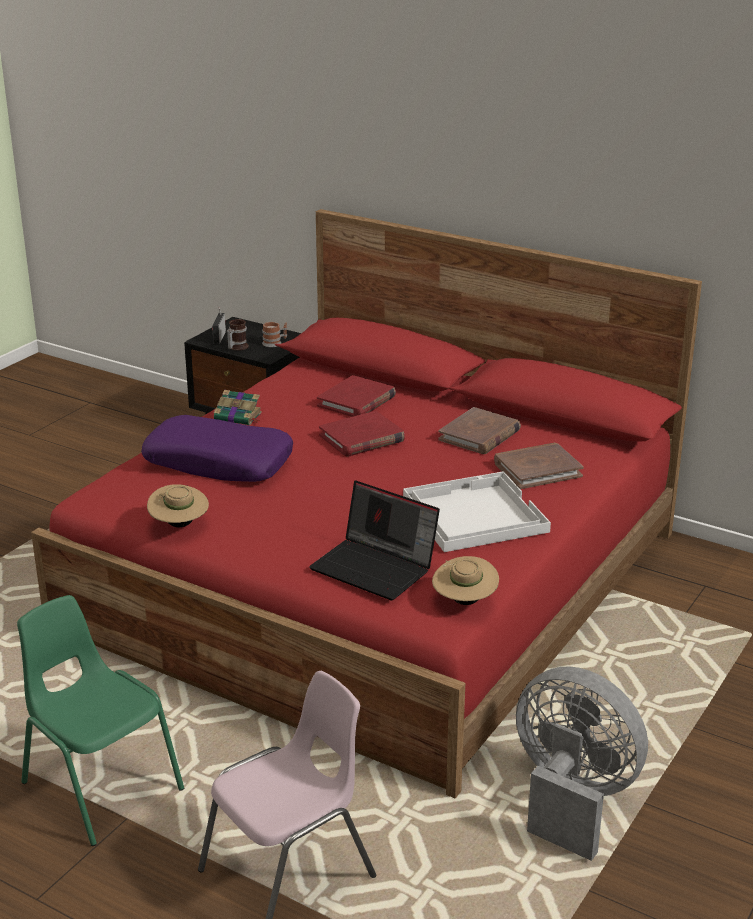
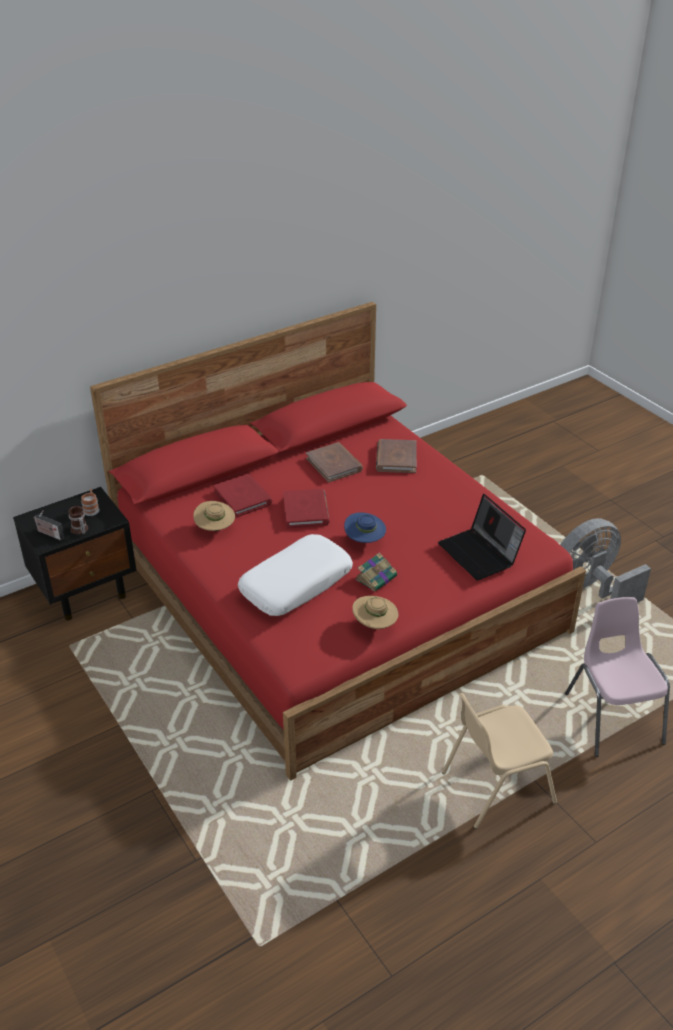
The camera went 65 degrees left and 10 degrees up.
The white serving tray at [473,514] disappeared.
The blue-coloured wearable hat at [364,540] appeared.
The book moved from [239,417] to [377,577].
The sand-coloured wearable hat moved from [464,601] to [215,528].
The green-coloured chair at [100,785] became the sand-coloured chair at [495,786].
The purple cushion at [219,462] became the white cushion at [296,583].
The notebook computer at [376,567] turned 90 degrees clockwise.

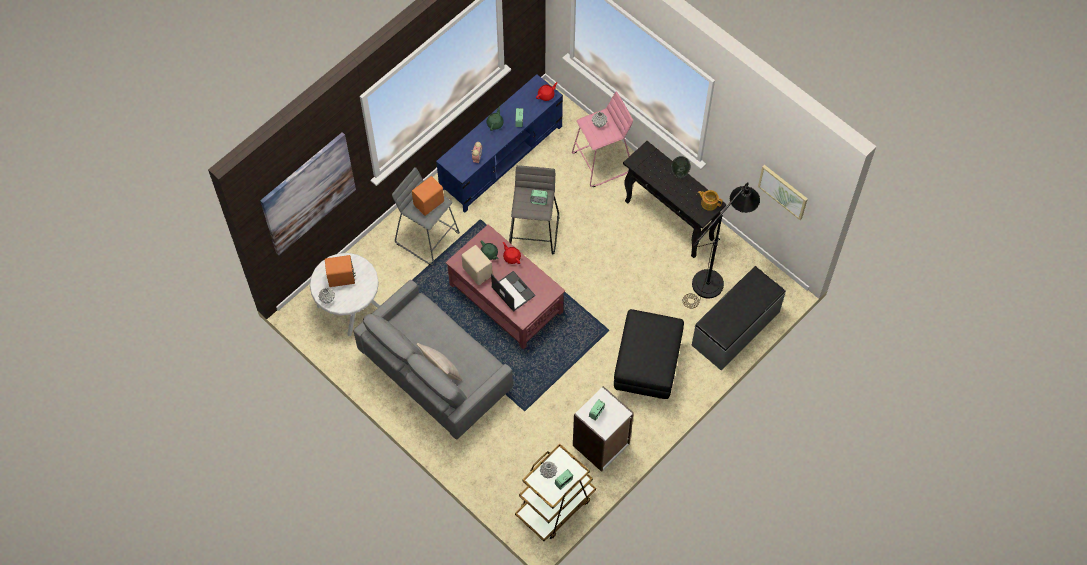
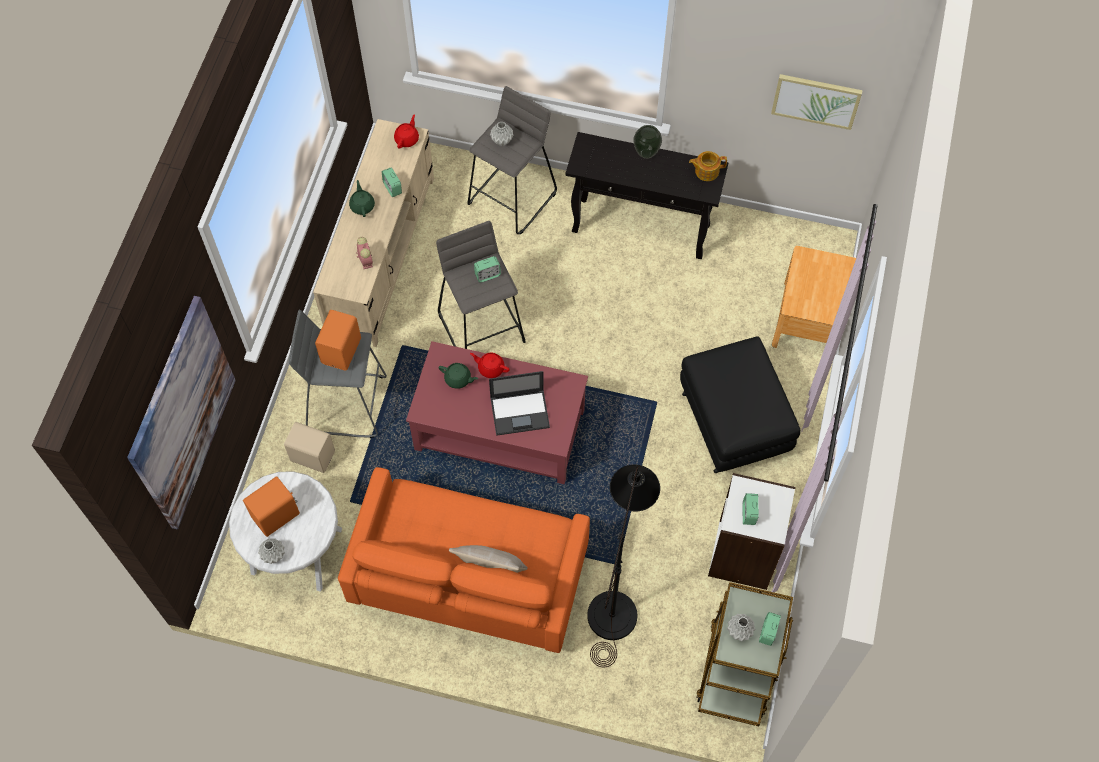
The camera went 30 degrees left and 0 degrees up.
The sand-coloured speaker moved from [477,271] to [312,455].
The black floor lamp moved from [714,278] to [615,602].
The gray long seat at [736,329] was replaced by the brown bedside table at [808,319].
The gray sofa at [435,373] became the orange-coloured sofa at [468,577].
The blue-coloured media console at [502,158] became the sand-coloured media console at [381,254].
The pinkish sitting stool at [602,162] became the gray sitting stool at [512,198].
The notebook computer at [512,291] turned 150 degrees clockwise.

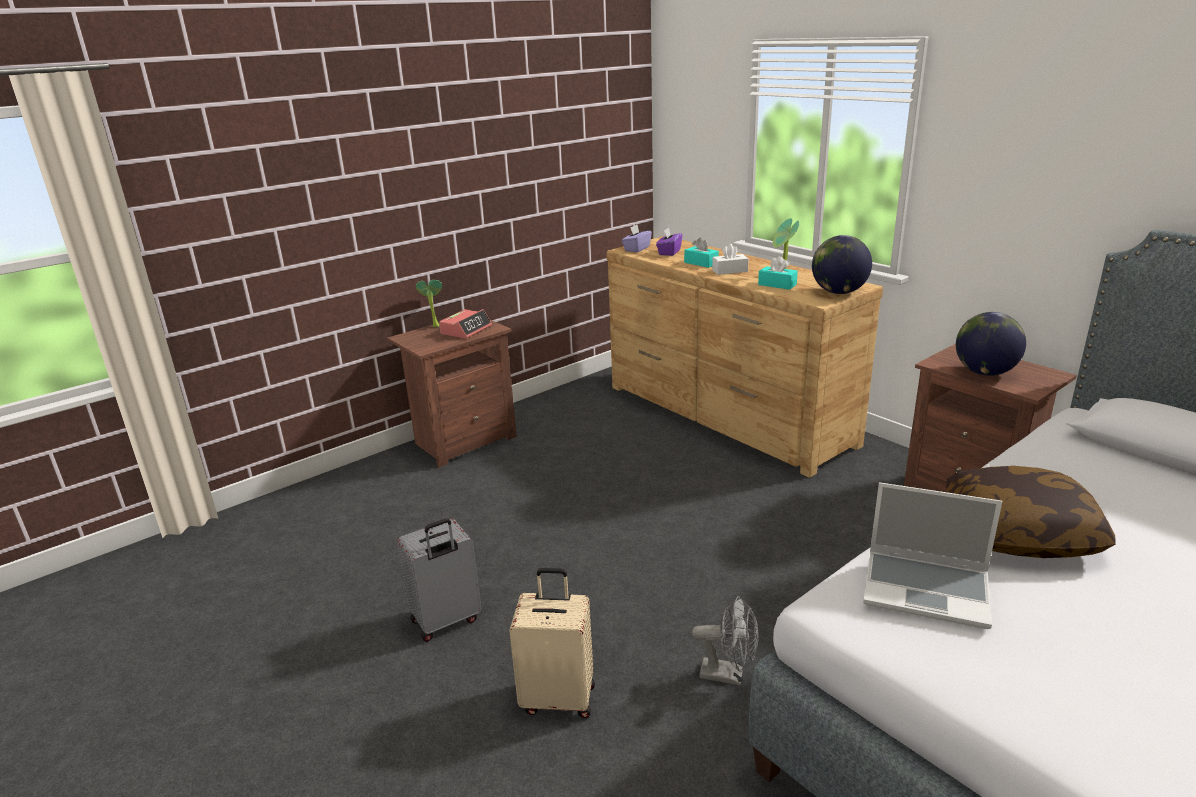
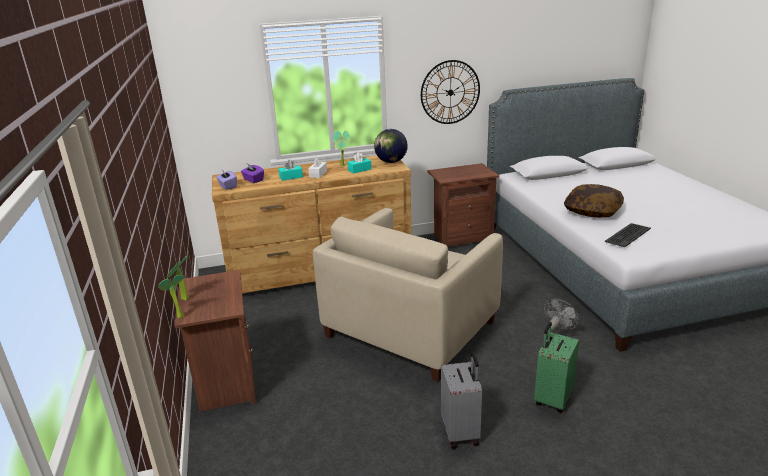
The camera went 65 degrees left and 0 degrees up.
The alarm clock at [466,330] disappeared.
The globe at [984,373] disappeared.
The plant in a pot at [178,316] appeared.
The sand-coloured lounge chair at [410,329] appeared.
The clock on the wall at [450,92] appeared.
The notebook computer at [927,589] was replaced by the keyboard at [627,235].
The sand-coloured travel case at [559,698] became the green-coloured travel case at [552,399].

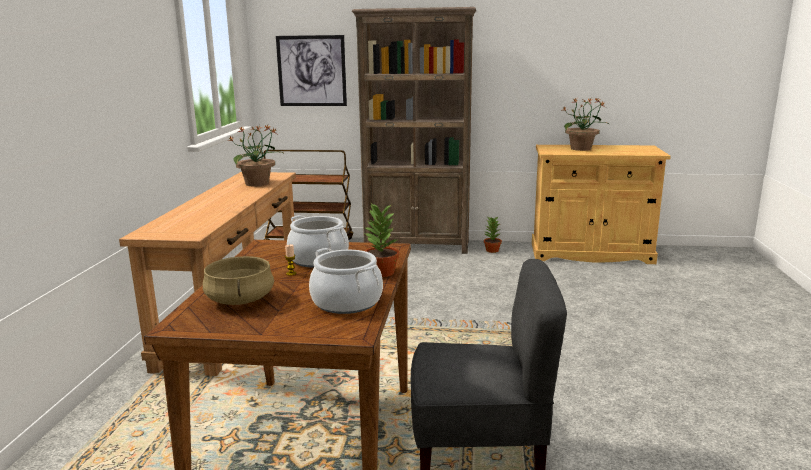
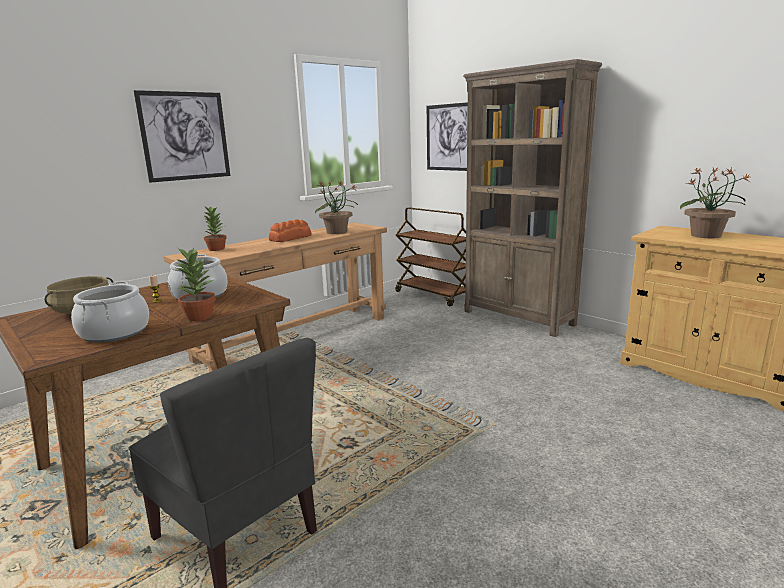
The camera went 40 degrees right and 0 degrees up.
The wall picture at [185,136] appeared.
The bakery bread at [291,238] appeared.
The plant in a pot moved from [491,250] to [216,249].

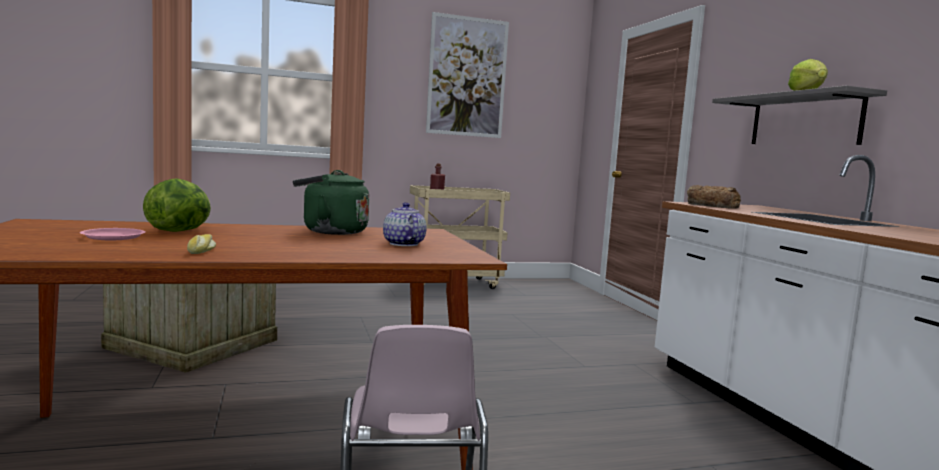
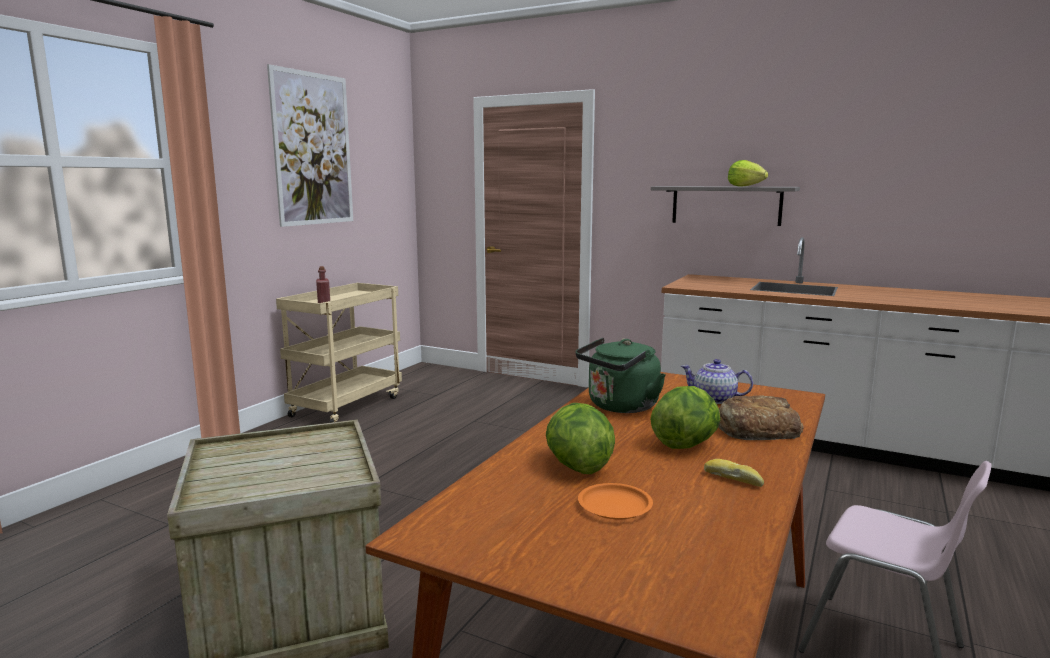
The camera went 45 degrees left and 5 degrees up.
The head of lettuce at [685,444] appeared.
The bakery bread moved from [712,205] to [755,429].
The pinkish plate at [113,237] became the orange-coloured plate at [614,506].

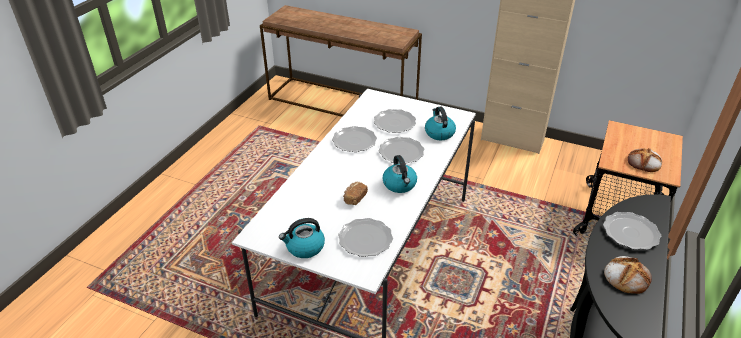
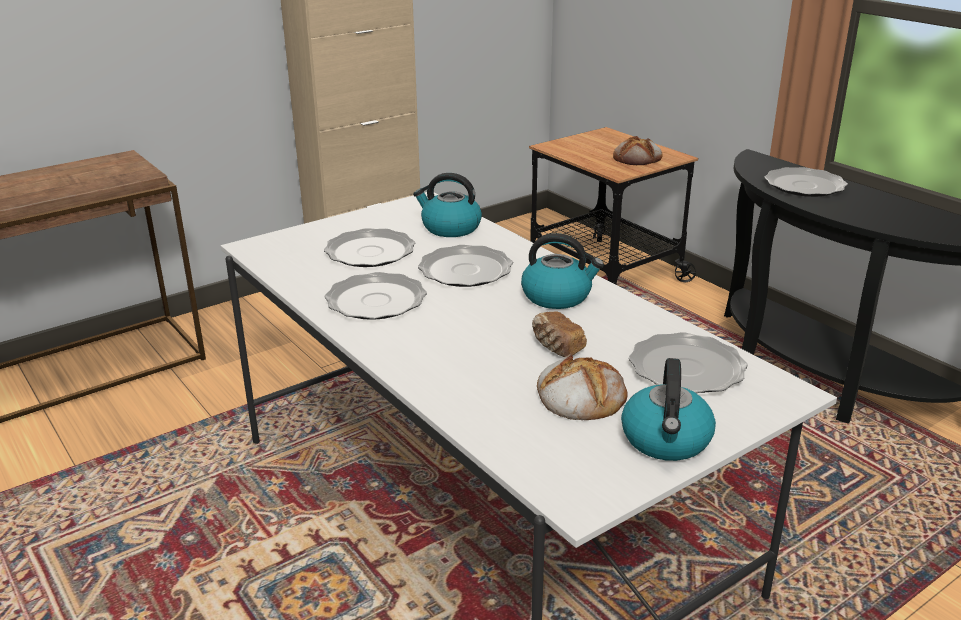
The camera went 60 degrees left and 10 degrees down.
The bakery bread moved from [626,276] to [580,395].

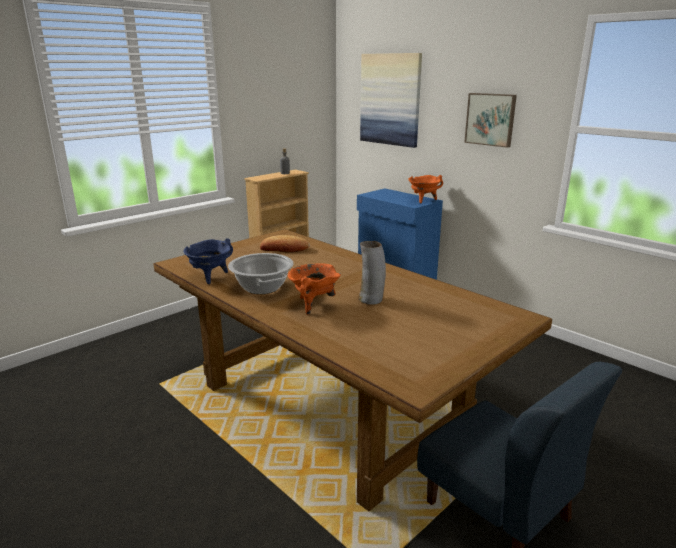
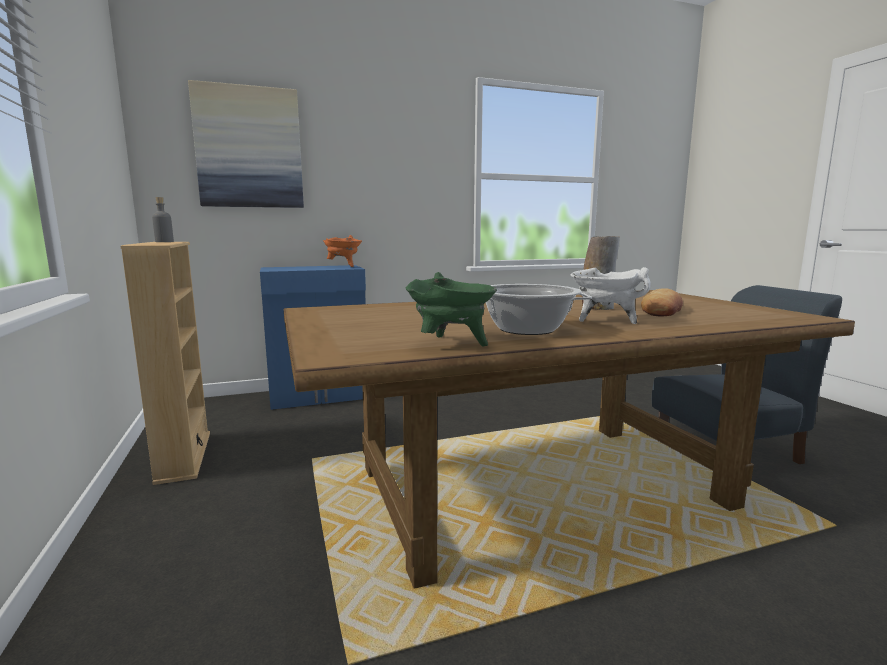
The camera went 65 degrees left and 10 degrees down.
The wall picture at [490,119] disappeared.
The bakery bread moved from [284,249] to [662,310].
The blue-coloured stockpot at [210,277] became the green-coloured stockpot at [451,344].
The orange-coloured stockpot at [313,305] became the white stockpot at [605,320].

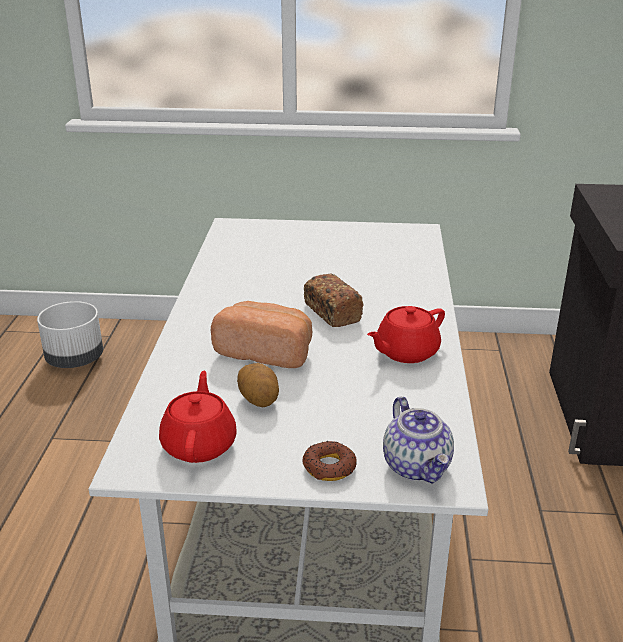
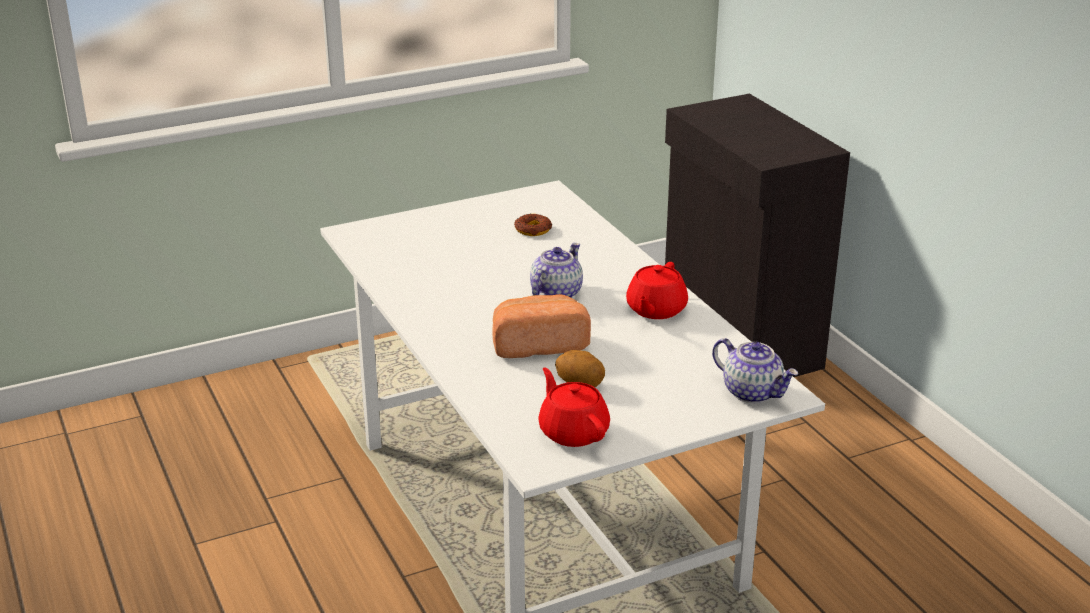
The camera went 30 degrees left and 0 degrees up.
The white flower pot at [75,360] disappeared.
The ring doughnut moved from [329,467] to [533,229].
The bakery bread at [332,312] was replaced by the tea pot at [555,293].

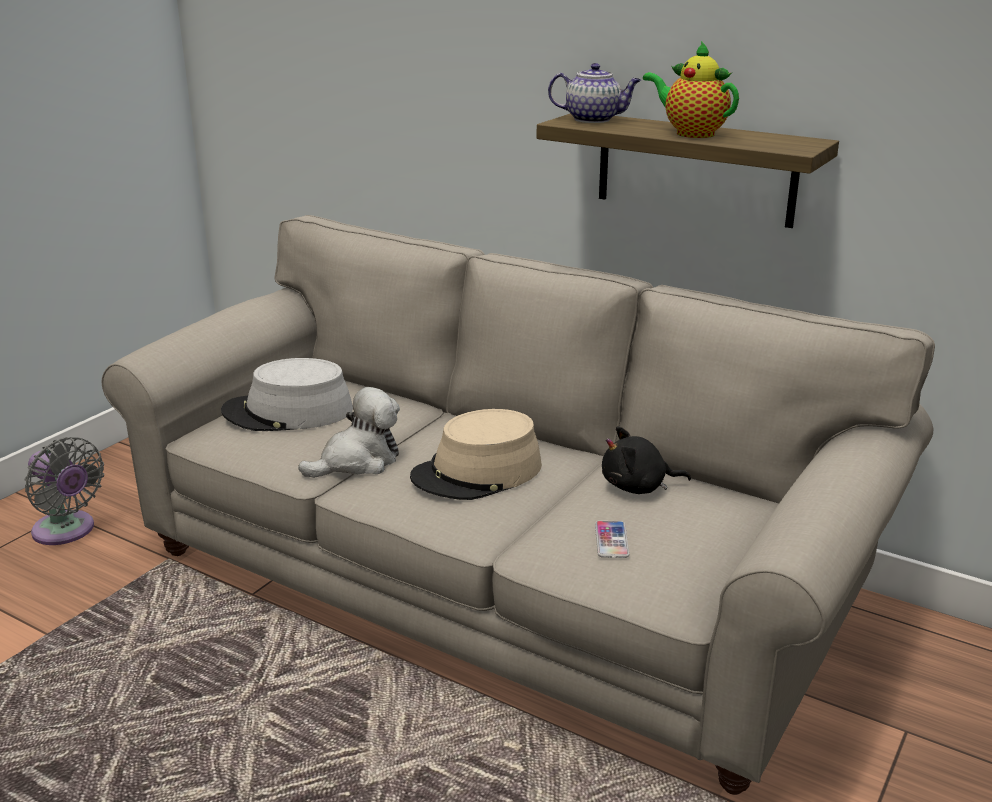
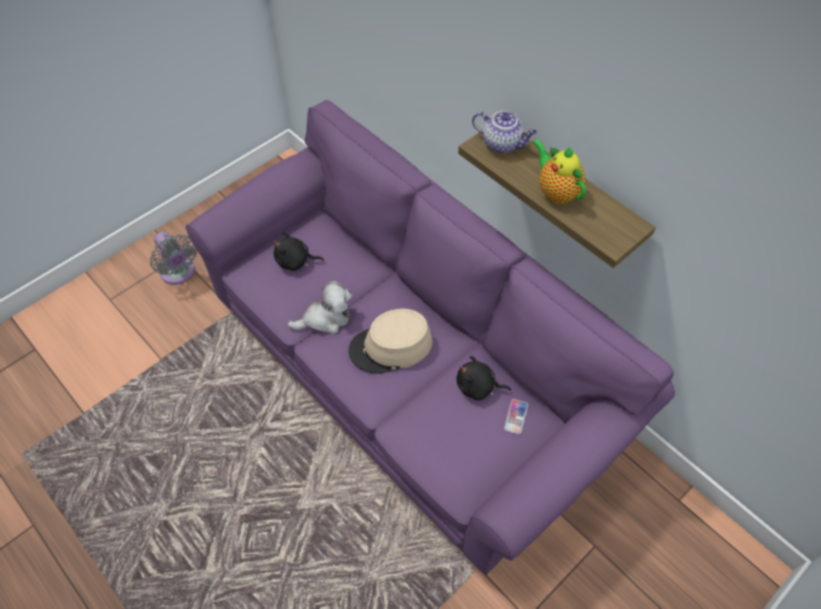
The camera went 15 degrees right and 30 degrees up.
The telephone moved from [611,540] to [516,417].
The gray wearable hat at [288,412] was replaced by the black cuddly toy at [295,261].
The sand-coloured sofa at [496,579] became the purple sofa at [410,371].

